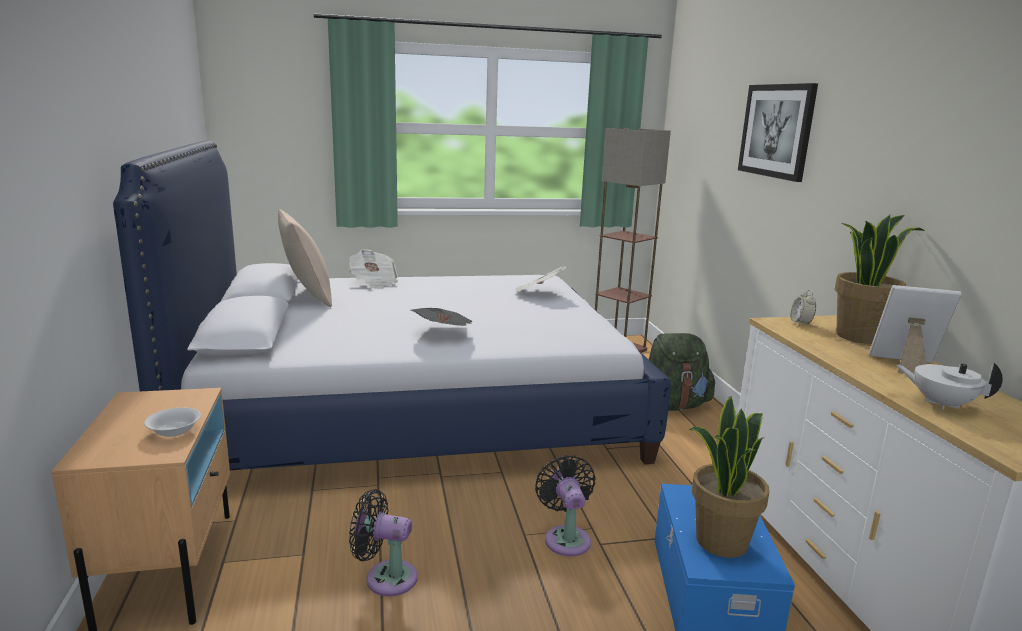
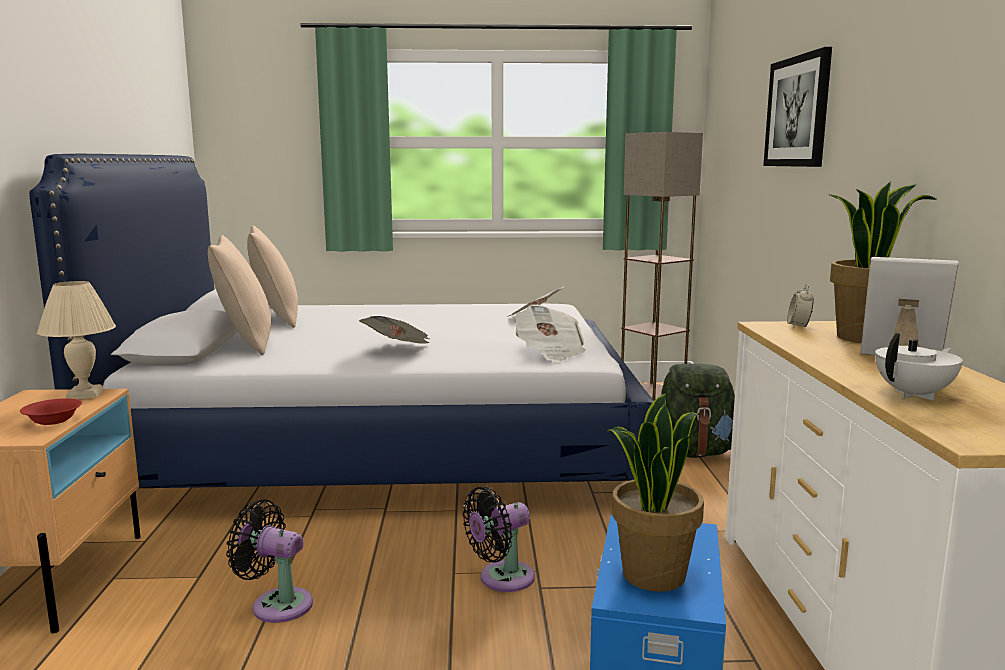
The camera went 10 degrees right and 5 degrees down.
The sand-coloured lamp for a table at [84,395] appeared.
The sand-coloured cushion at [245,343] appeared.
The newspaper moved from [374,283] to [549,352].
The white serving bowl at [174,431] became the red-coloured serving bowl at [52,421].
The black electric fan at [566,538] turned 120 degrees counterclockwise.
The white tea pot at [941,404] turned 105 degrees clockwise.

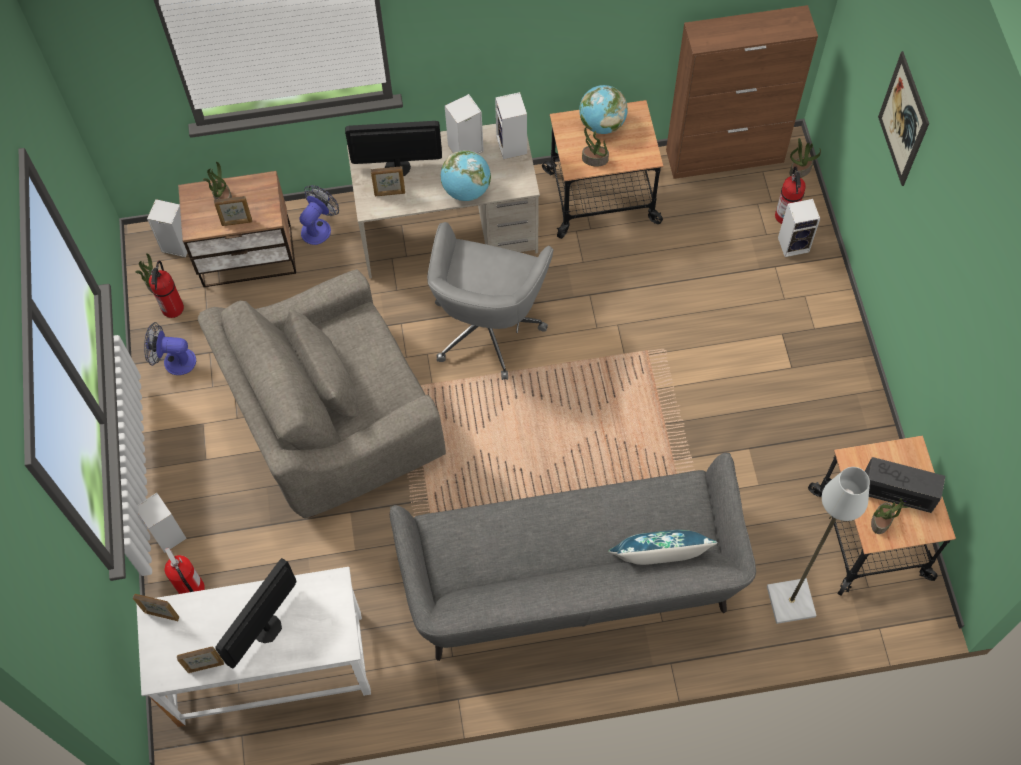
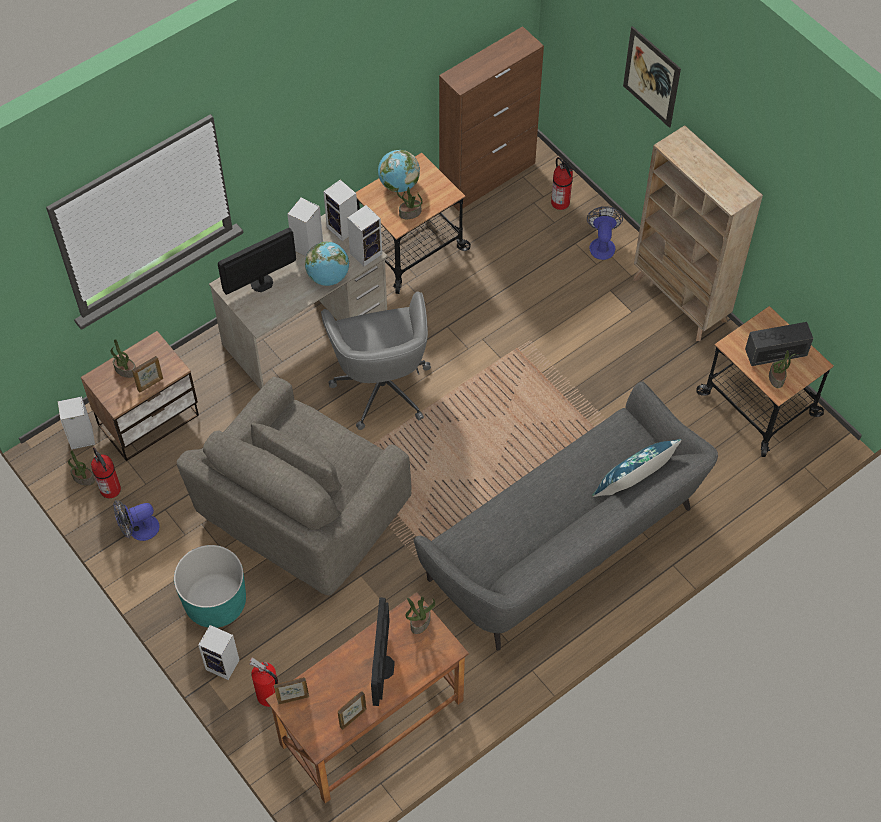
The camera went 30 degrees left and 5 degrees down.
The standing frame at [390,193] disappeared.
The gray floor lamp at [790,602] disappeared.
The turquoise-coloured flower pot at [215,602] appeared.
The sand-coloured shelving unit at [680,300] appeared.
The electric fan moved from [319,227] to [602,244].
The speaker moved from [794,244] to [366,252].
The plant in a pot moved from [800,170] to [420,622].
The white desk unit at [270,669] became the brown desk unit at [372,723].

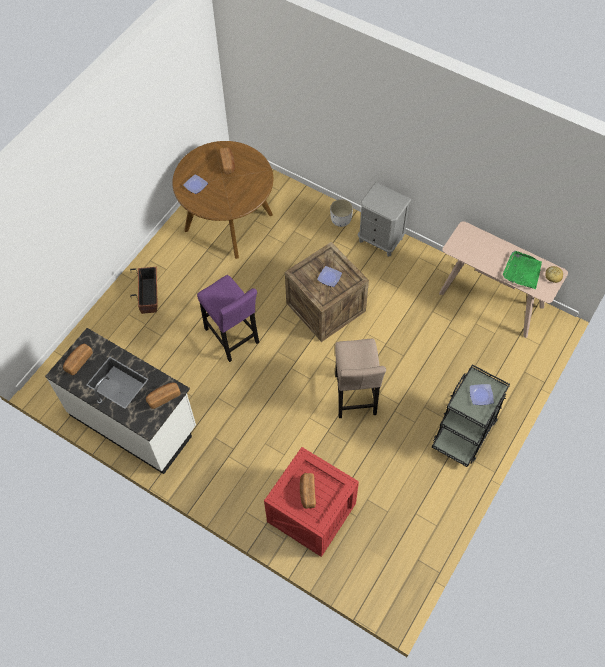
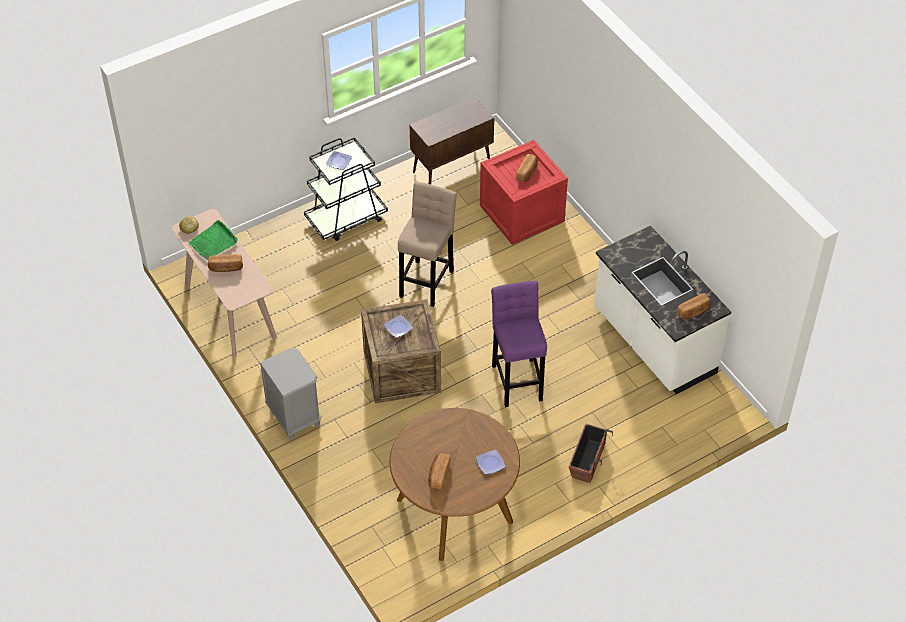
The camera went 155 degrees left and 10 degrees down.
The white flower pot at [340,220] disappeared.
The brown storage cabinet at [452,168] appeared.
The bakery bread moved from [163,397] to [226,268].

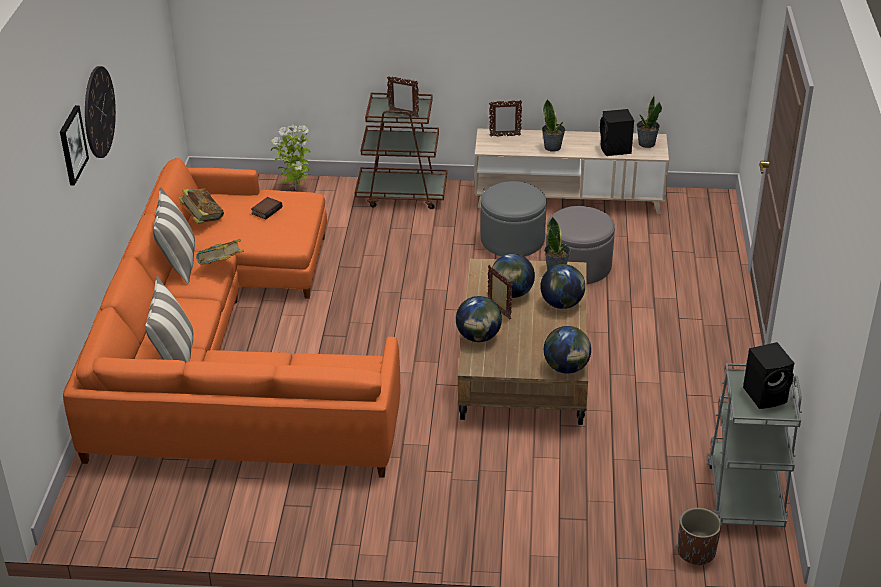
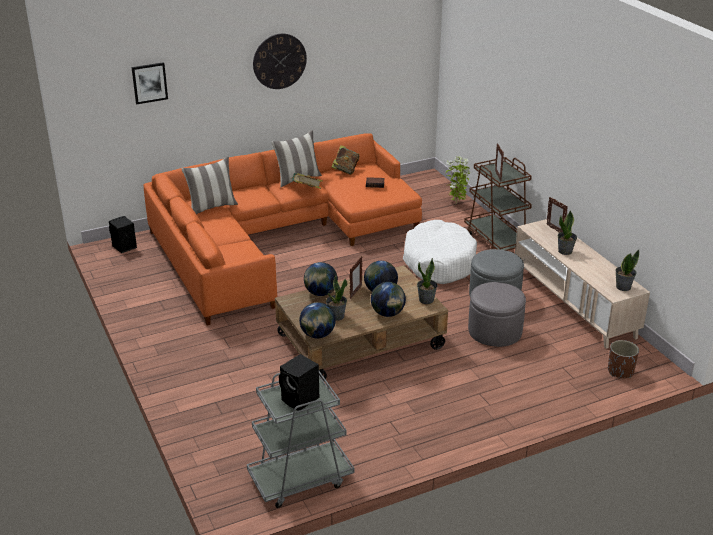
The camera went 60 degrees right and 5 degrees down.
The plant in a pot at [336,316] appeared.
The white dog bed at [439,262] appeared.
The wall picture moved from [72,145] to [149,83].
The black speaker moved from [615,150] to [123,247].
The brown flower pot moved from [696,552] to [620,371].

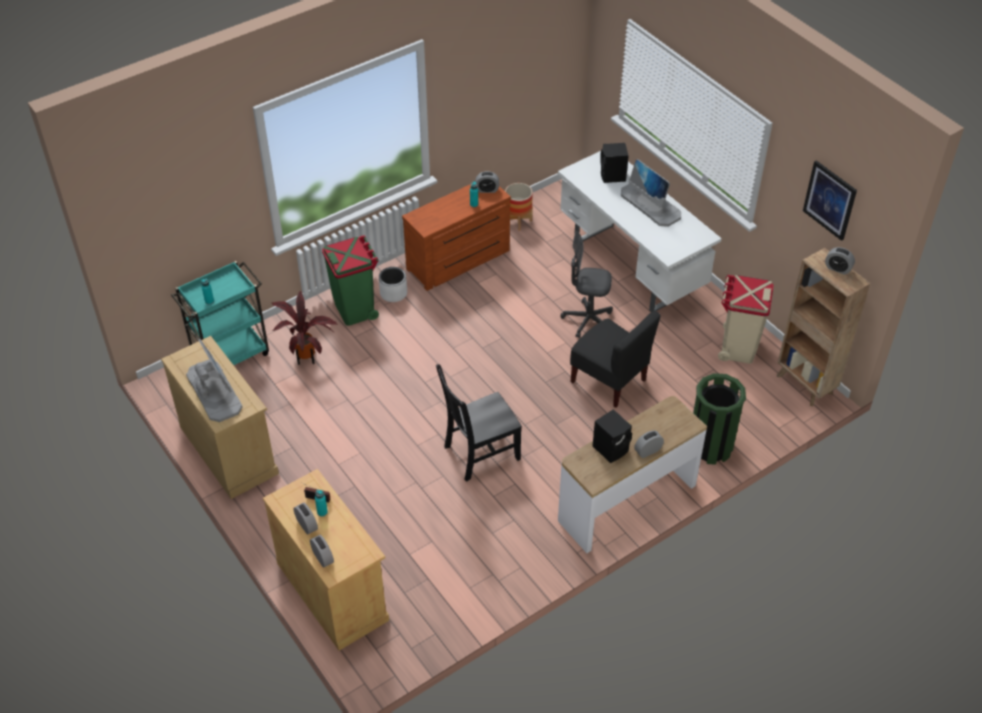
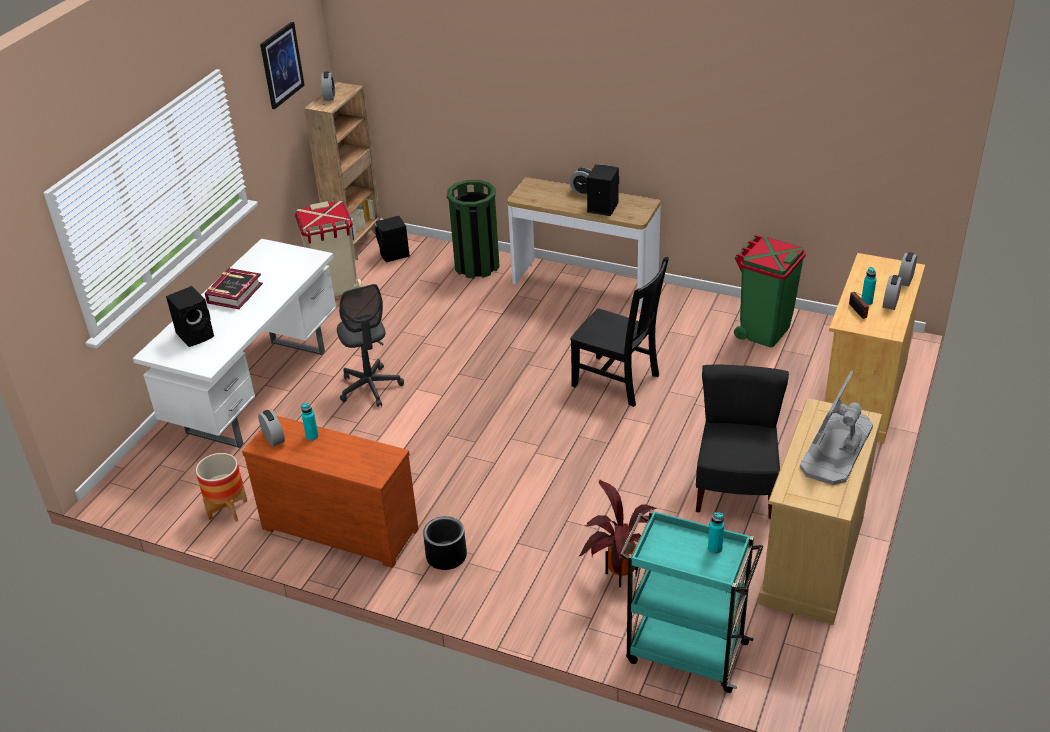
The camera went 120 degrees left and 10 degrees down.
The black speaker at [394,255] appeared.
The green-coloured trash can moved from [355,309] to [763,331].
The black chair moved from [609,380] to [735,490].
The computer screen at [651,205] was replaced by the book at [234,293].
The white flower pot at [393,293] became the black flower pot at [446,556].

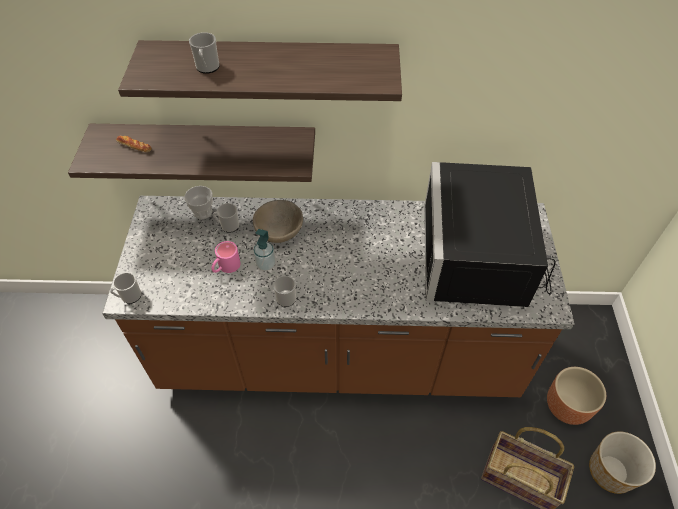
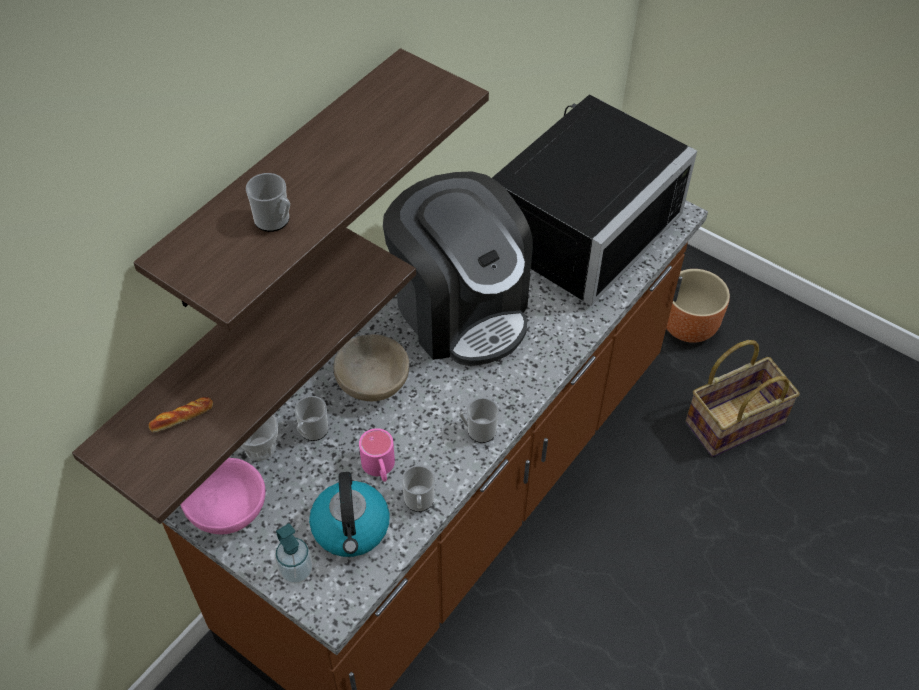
The camera went 55 degrees left and 0 degrees up.
The flower pot at [611,472] disappeared.
The pinkish serving bowl at [229,509] appeared.
The kettle at [351,529] appeared.
The coffee maker at [460,309] appeared.
The mug moved from [129,296] to [419,502].
The soap bottle moved from [266,264] to [296,571].
The black microwave at [483,257] turned 90 degrees counterclockwise.

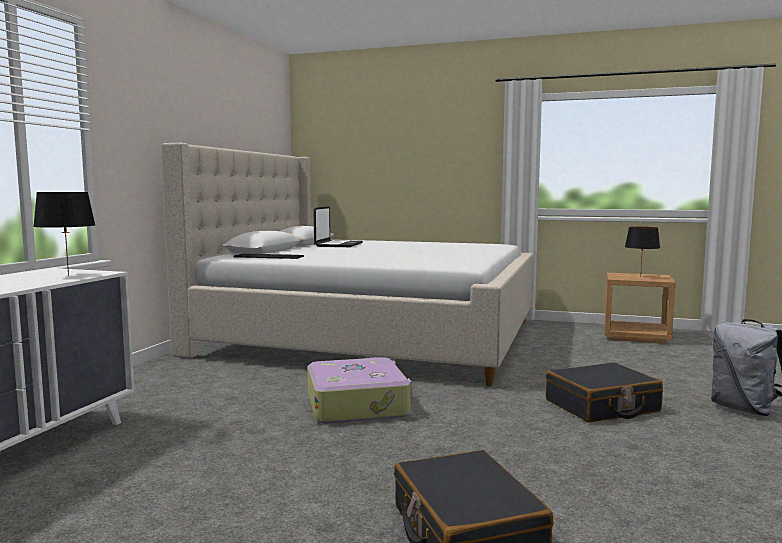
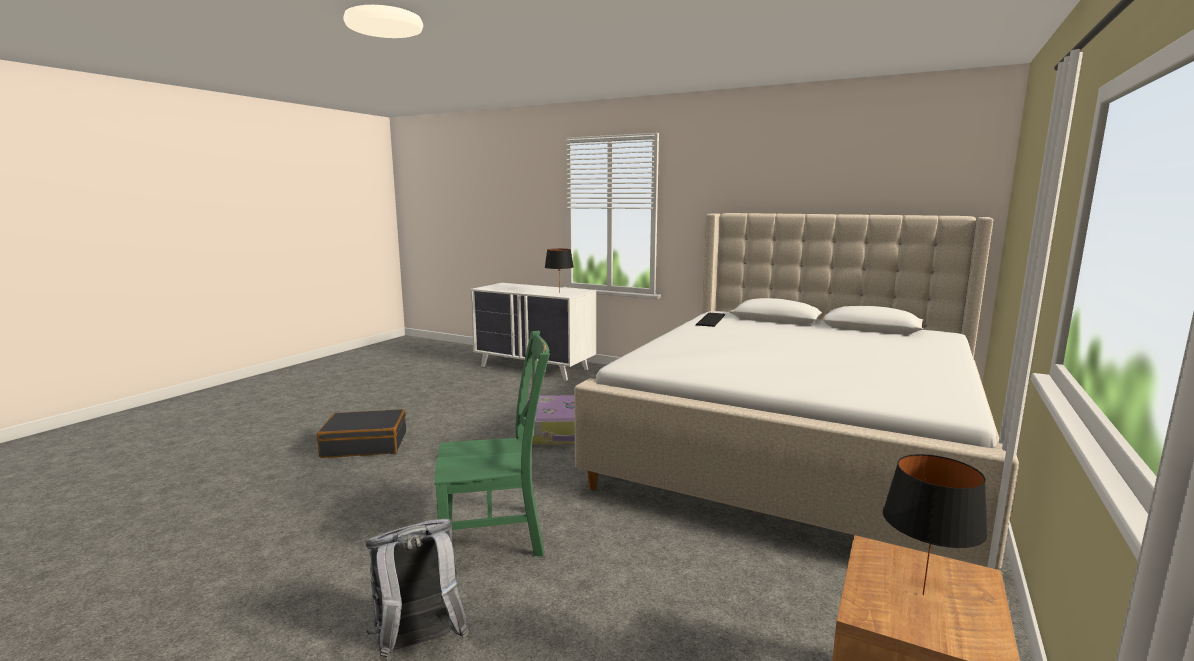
The camera went 100 degrees right and 5 degrees up.
The notebook computer at [338,245] disappeared.
The black travel case at [602,406] was replaced by the green-coloured chair at [498,535].

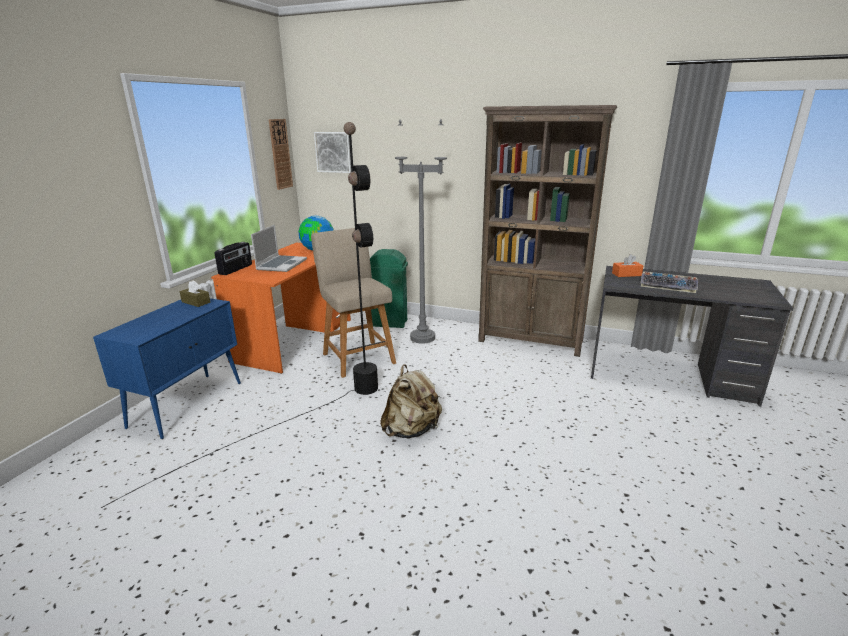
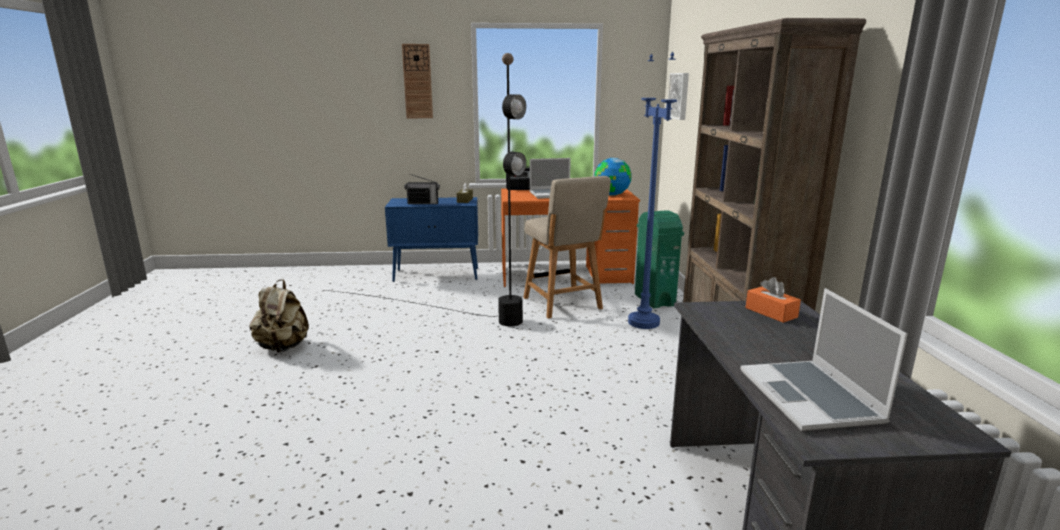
The camera went 65 degrees right and 5 degrees down.
The keyboard at [668,286] disappeared.
The radio receiver at [423,203] appeared.
The notebook computer at [811,398] appeared.
The clock on the wall moved from [280,154] to [417,81].
The sand-coloured backpack moved from [411,430] to [283,347].
The gray floor lamp at [422,338] became the blue-coloured floor lamp at [643,322].
The sand-coloured chair at [357,357] turned 120 degrees clockwise.

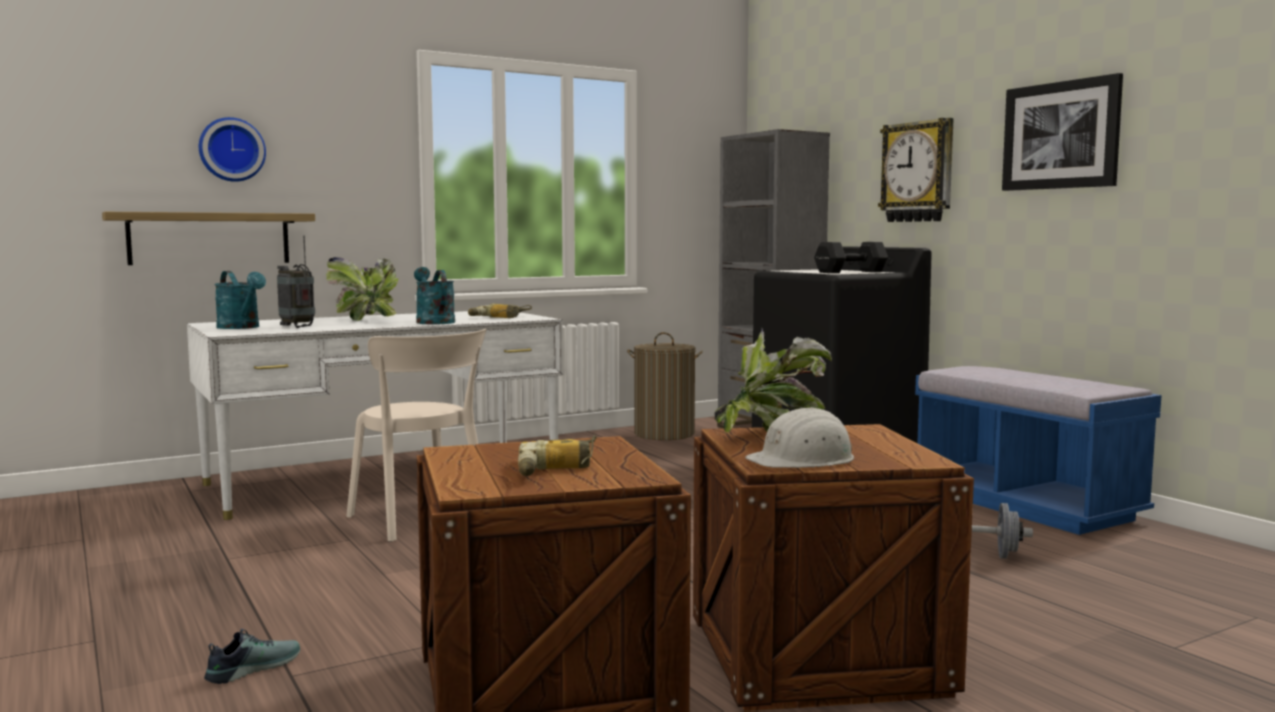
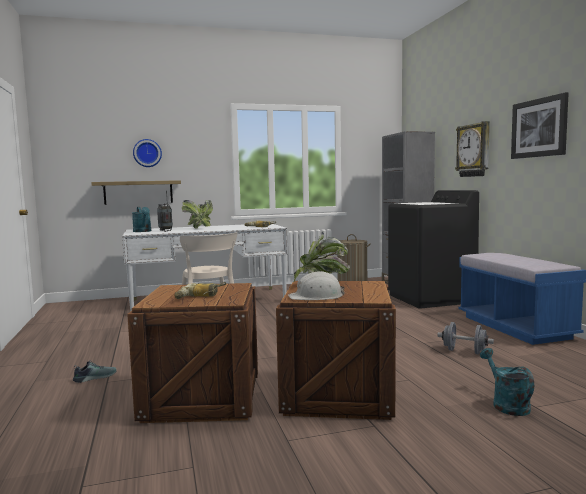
The camera went 15 degrees right and 0 degrees up.
The black dumbbell at [852,272] disappeared.
The turquoise-coloured sprinkling can moved from [433,321] to [506,404].

